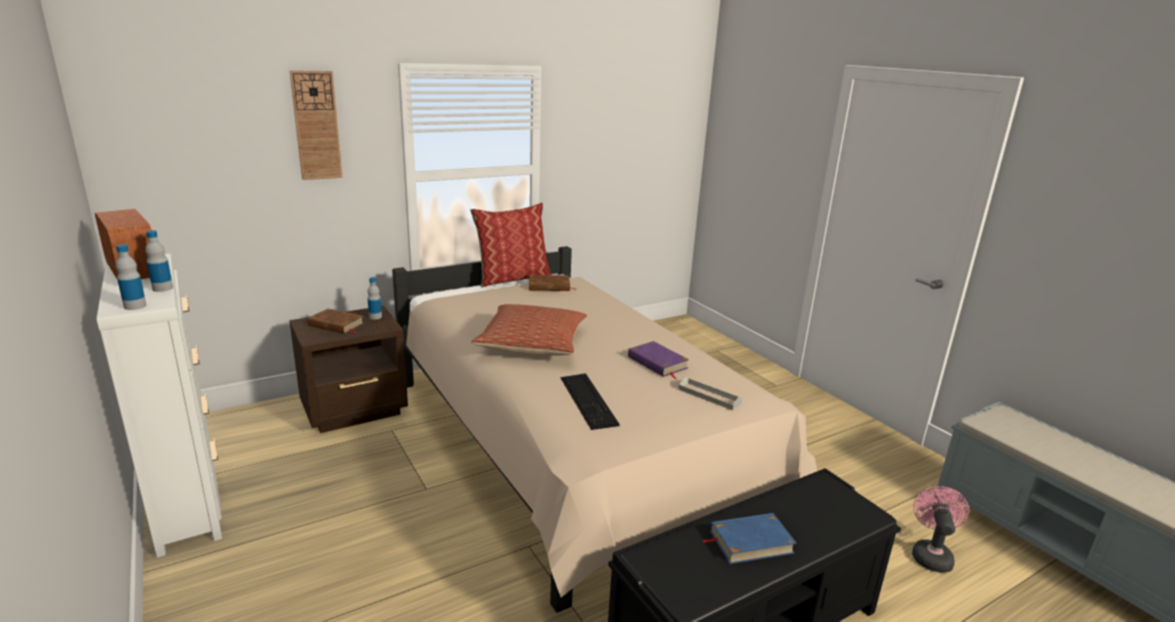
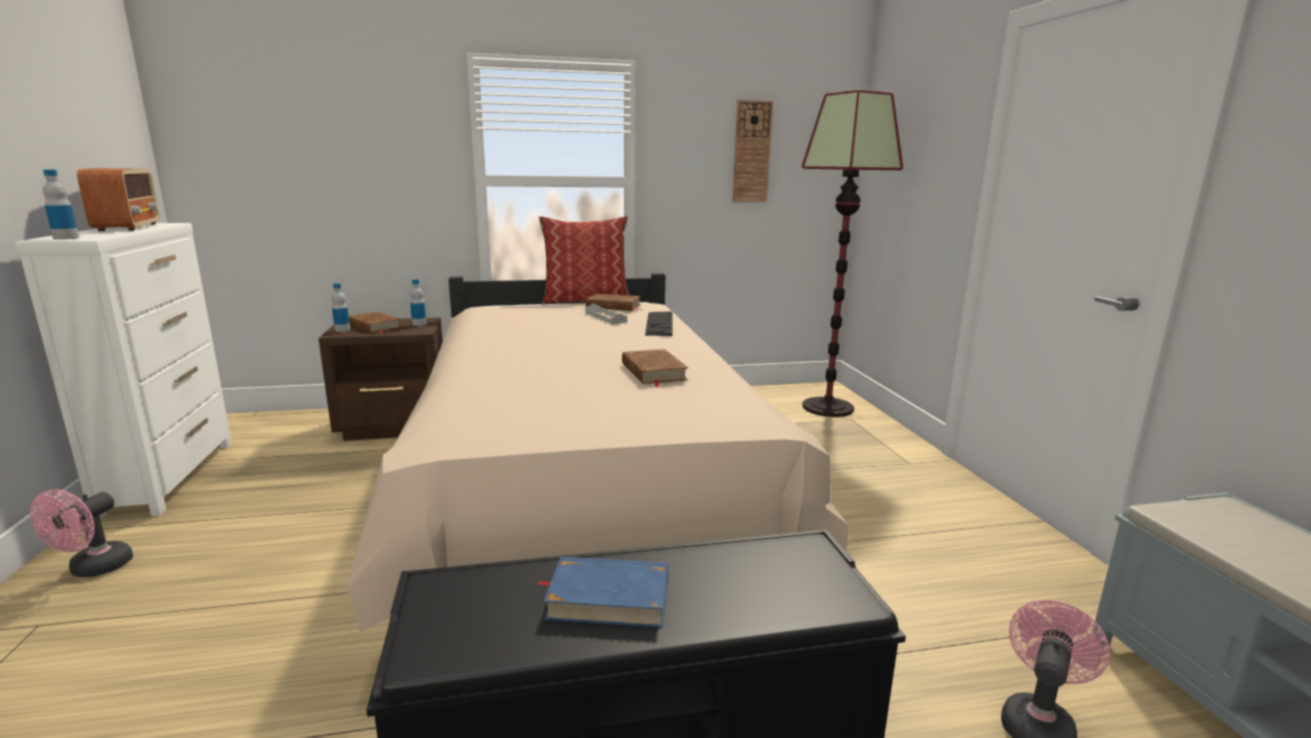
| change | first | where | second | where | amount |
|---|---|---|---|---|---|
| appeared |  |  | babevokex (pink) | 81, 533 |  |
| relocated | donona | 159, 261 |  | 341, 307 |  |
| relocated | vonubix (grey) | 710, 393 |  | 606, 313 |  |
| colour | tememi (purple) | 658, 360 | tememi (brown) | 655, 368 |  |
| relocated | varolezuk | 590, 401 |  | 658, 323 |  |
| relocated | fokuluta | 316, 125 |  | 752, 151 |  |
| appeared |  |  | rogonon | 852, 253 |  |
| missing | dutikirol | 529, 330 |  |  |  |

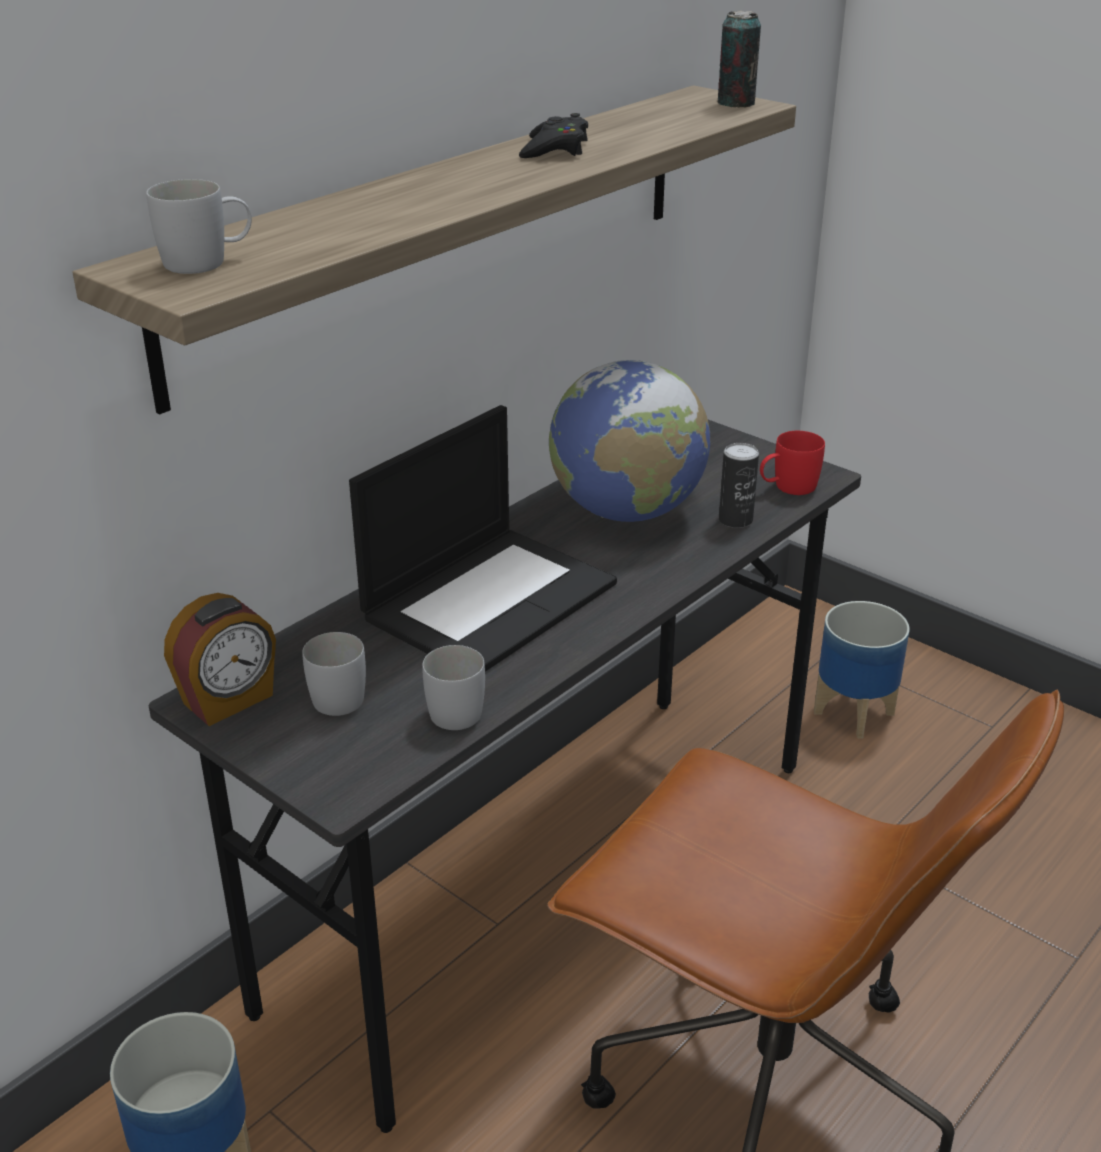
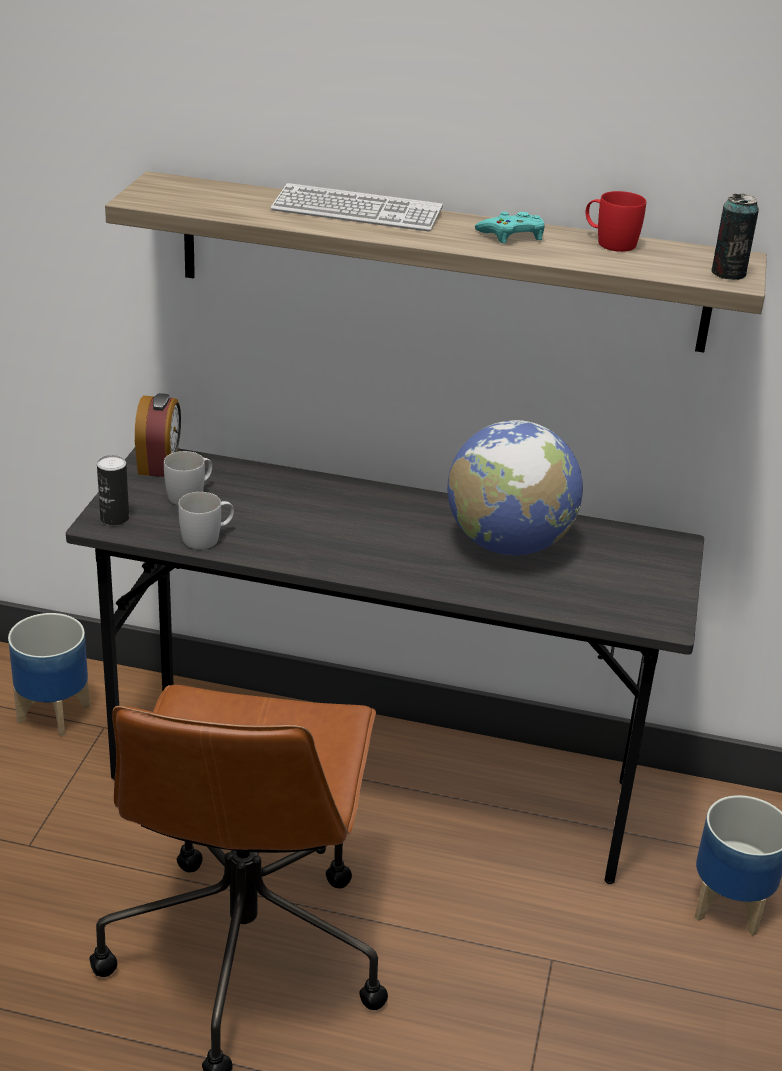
| change | first | where | second | where | amount |
|---|---|---|---|---|---|
| relocated | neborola | 739, 485 |  | 113, 490 |  |
| spun | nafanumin | 220, 659 |  | 158, 435 | 105 degrees counterclockwise |
| appeared |  |  | varolezuk | 357, 207 |  |
| colour | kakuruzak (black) | 553, 135 | kakuruzak (turquoise) | 510, 227 |  |
| relocated | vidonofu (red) | 792, 463 |  | 616, 221 |  |
| missing | vidonofu (white) | 199, 226 |  |  |  |
| missing | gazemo | 483, 538 |  |  |  |

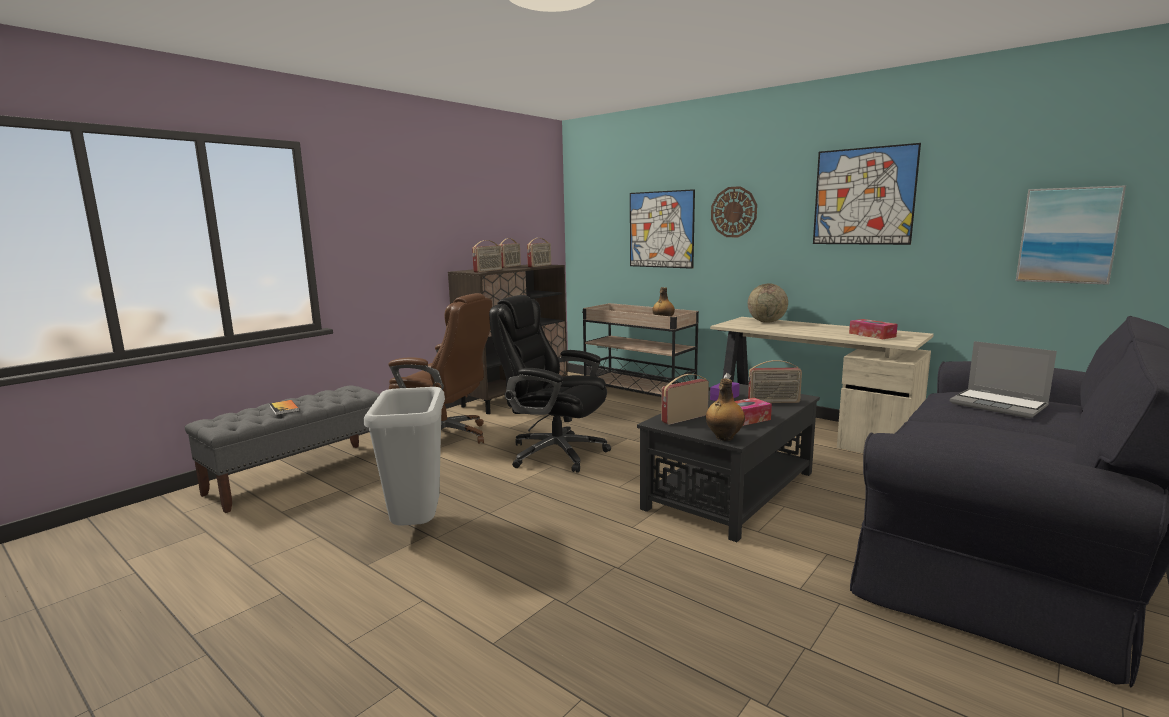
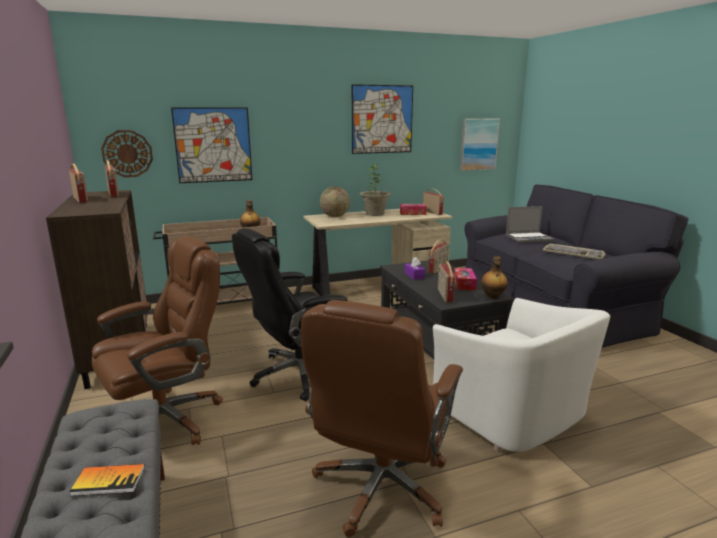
| change | first | where | second | where | amount |
|---|---|---|---|---|---|
| relocated | fokuluta | 734, 211 |  | 127, 153 |  |
| exchanged | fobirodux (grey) | 404, 456 | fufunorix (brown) | 382, 418 |  |
| appeared |  |  | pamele | 375, 190 |  |
| relocated | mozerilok | 487, 256 |  | 433, 202 |  |
| appeared |  |  | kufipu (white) | 521, 375 |  |
| appeared |  |  | varolezuk | 574, 251 |  |

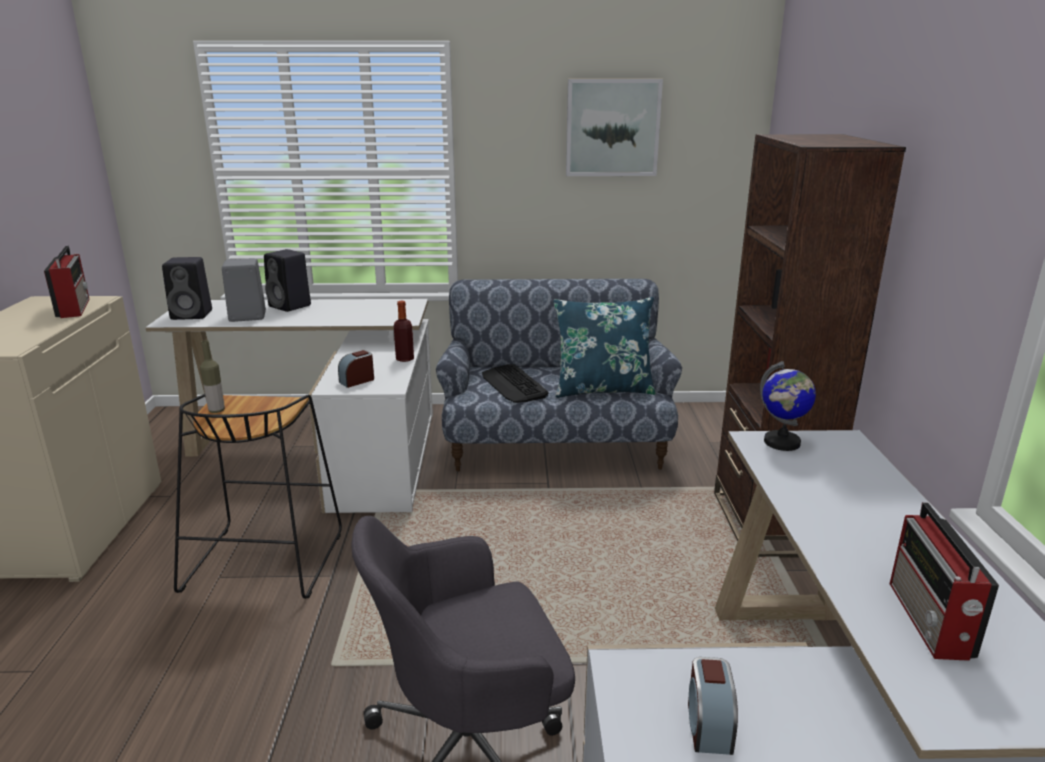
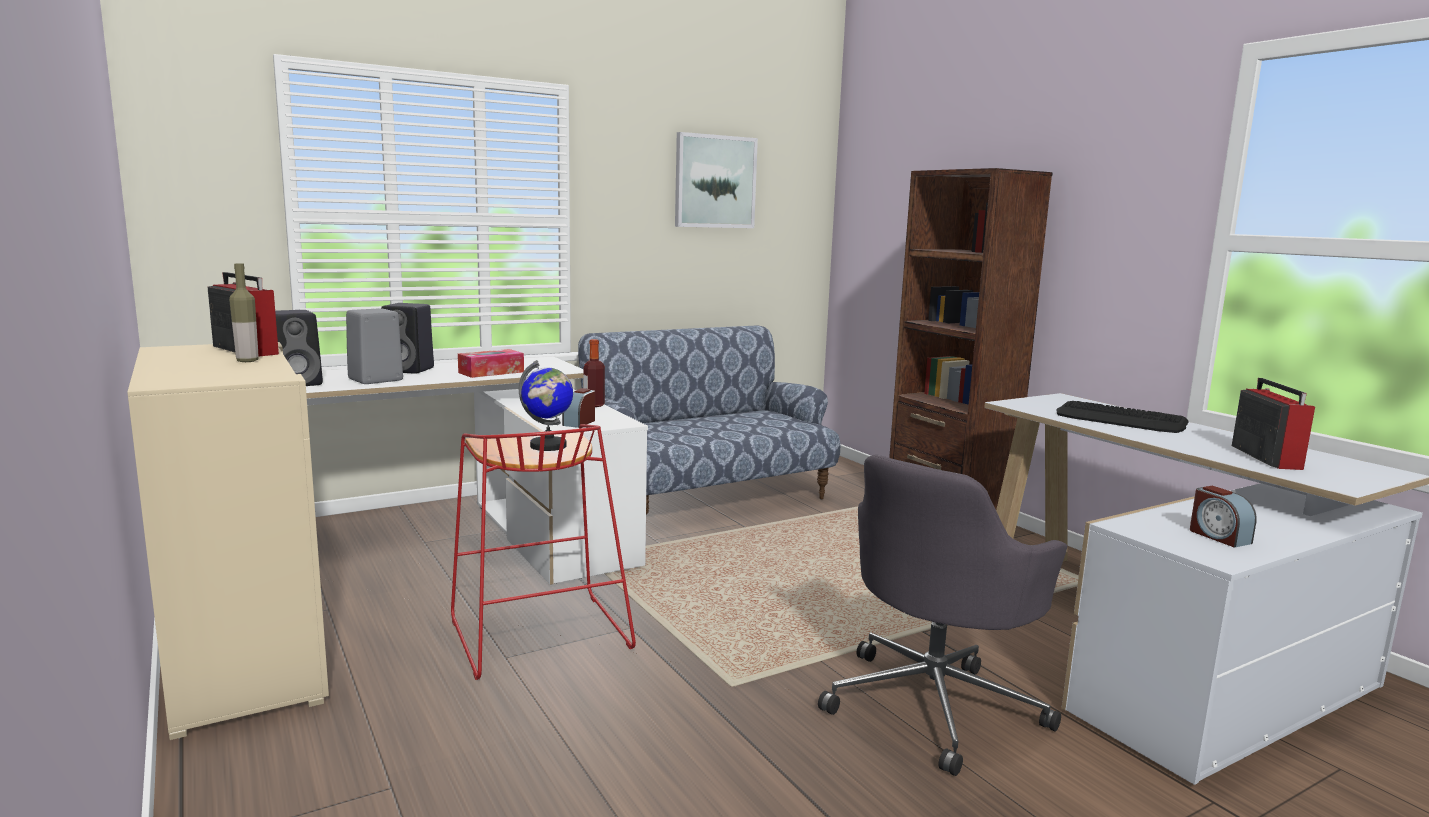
| change | first | where | second | where | amount |
|---|---|---|---|---|---|
| relocated | donona | 212, 376 |  | 244, 312 |  |
| colour | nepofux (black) | 258, 496 | nepofux (red) | 543, 552 |  |
| appeared |  |  | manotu | 491, 363 |  |
| relocated | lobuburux | 788, 406 |  | 546, 405 |  |
| relocated | varolezuk | 515, 383 |  | 1123, 417 |  |
| spun | mozerilok | 944, 581 |  | 1273, 424 | 150 degrees counterclockwise |
| missing | dutikirol (blue) | 604, 347 |  |  |  |

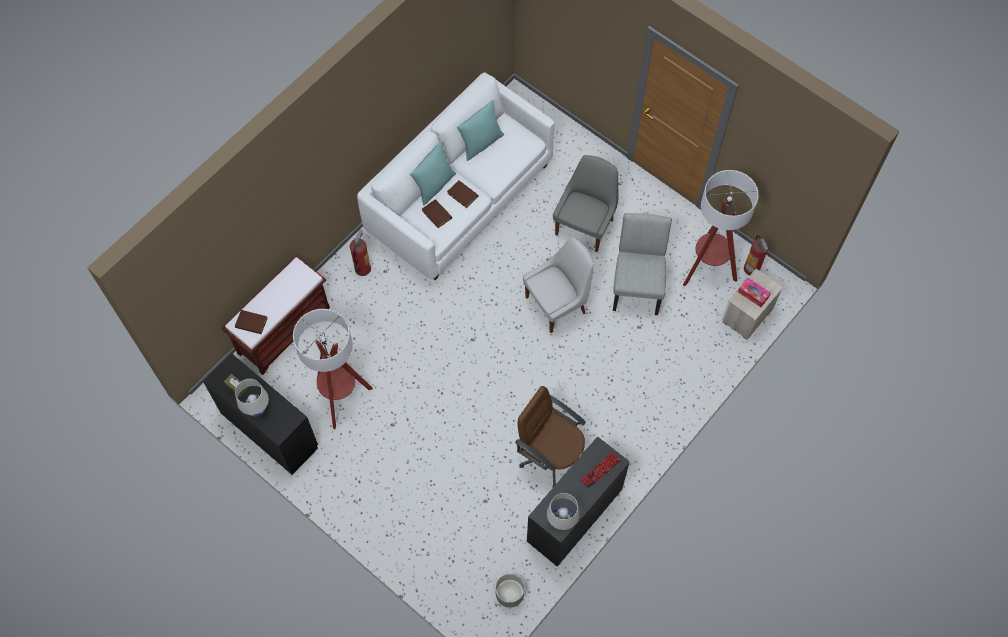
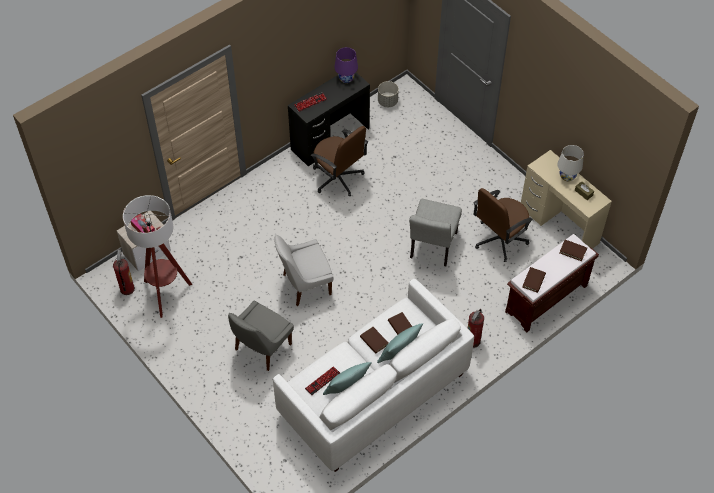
| change | first | where | second | where | amount |
|---|---|---|---|---|---|
| appeared |  |  | varolezuk | 322, 380 |  |
| colour | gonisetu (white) | 563, 511 | gonisetu (purple) | 346, 65 |  |
| relocated | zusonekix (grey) | 642, 264 |  | 435, 232 |  |
| exchanged | rogonon | 333, 369 | fufunorix (brown) | 503, 225 |  |
| colour | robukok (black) | 260, 414 | robukok (beige) | 566, 199 |  |
| appeared |  |  | tememi (brown) | 534, 280 |  |

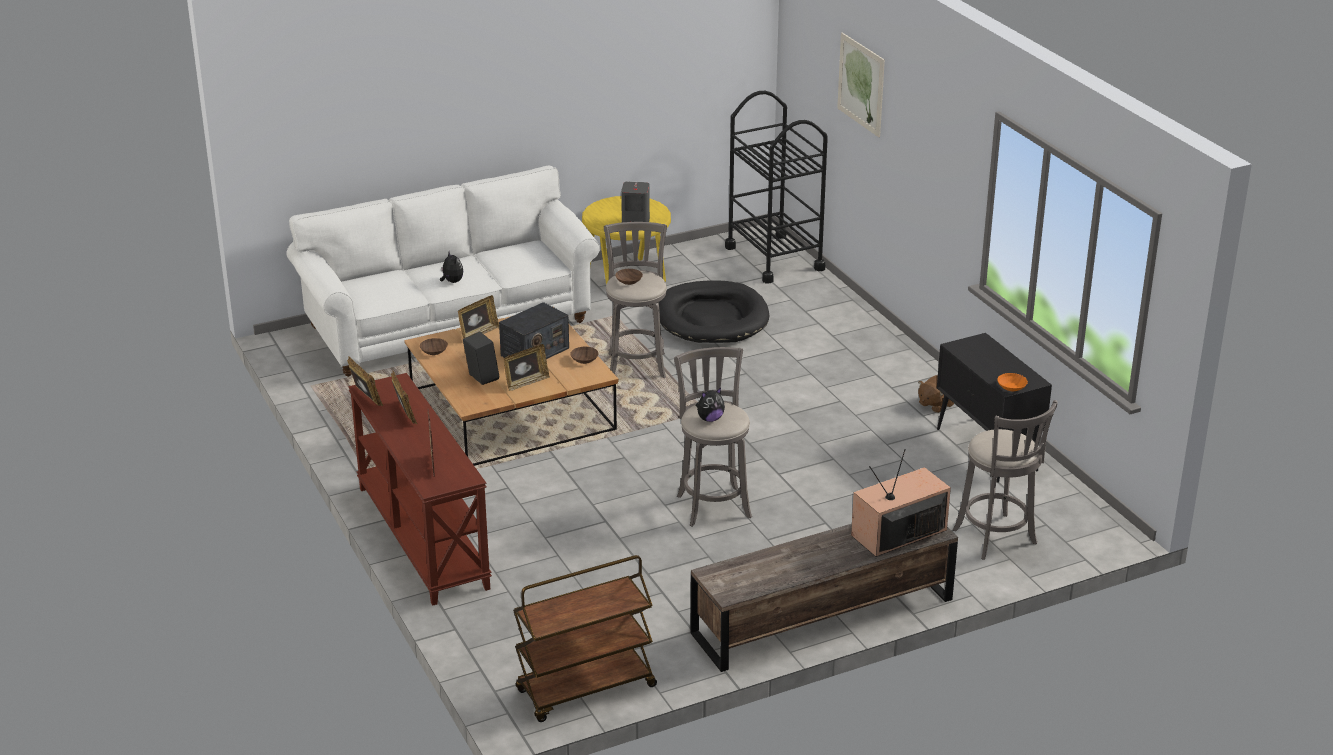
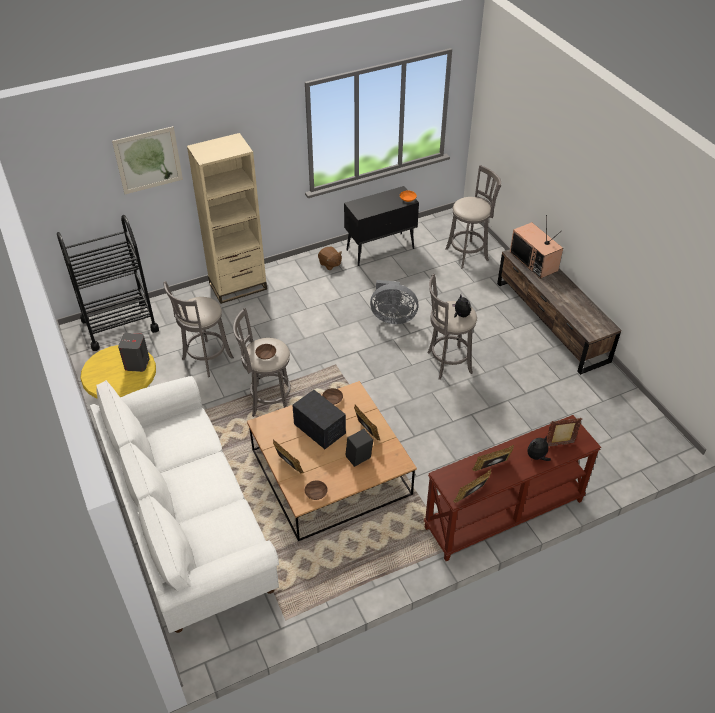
| change | first | where | second | where | amount |
|---|---|---|---|---|---|
| exchanged | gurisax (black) | 714, 311 | nepofux (grey) | 198, 329 |  |
| appeared |  |  | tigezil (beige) | 227, 218 |  |
| appeared |  |  | babevokex (grey) | 394, 302 |  |
| relocated | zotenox | 451, 267 |  | 539, 448 |  |
| missing | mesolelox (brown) | 585, 638 |  |  |  |

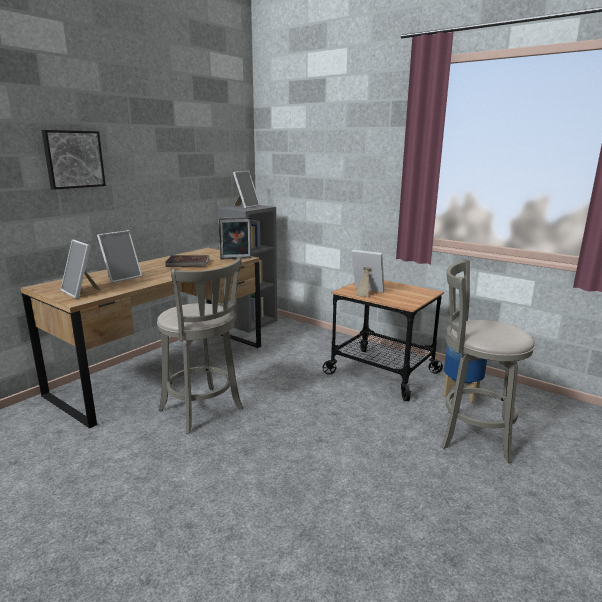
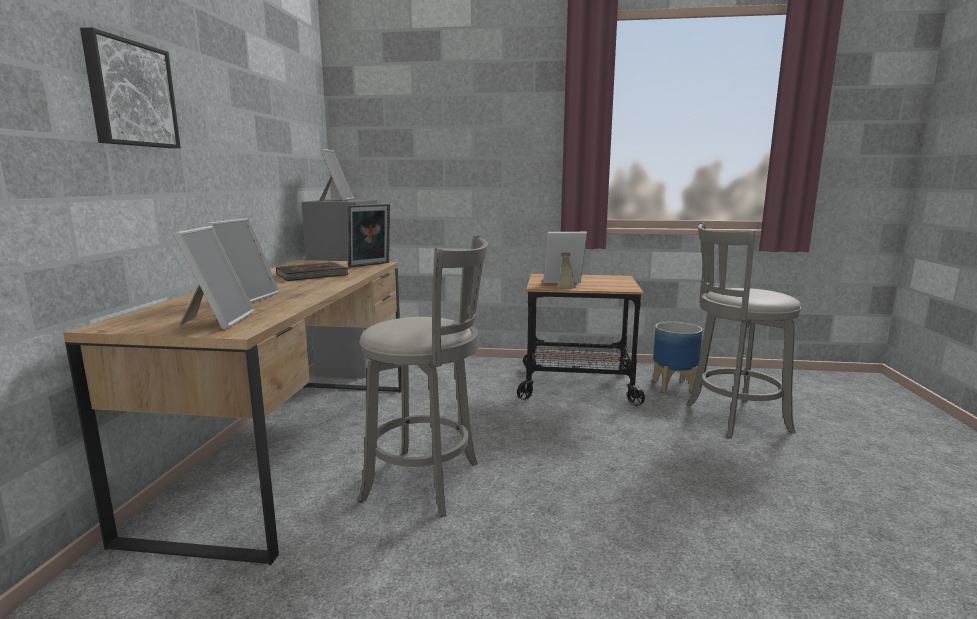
| change | first | where | second | where | amount |
|---|---|---|---|---|---|
| spun | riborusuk | 81, 269 |  | 214, 278 | 105 degrees counterclockwise |

